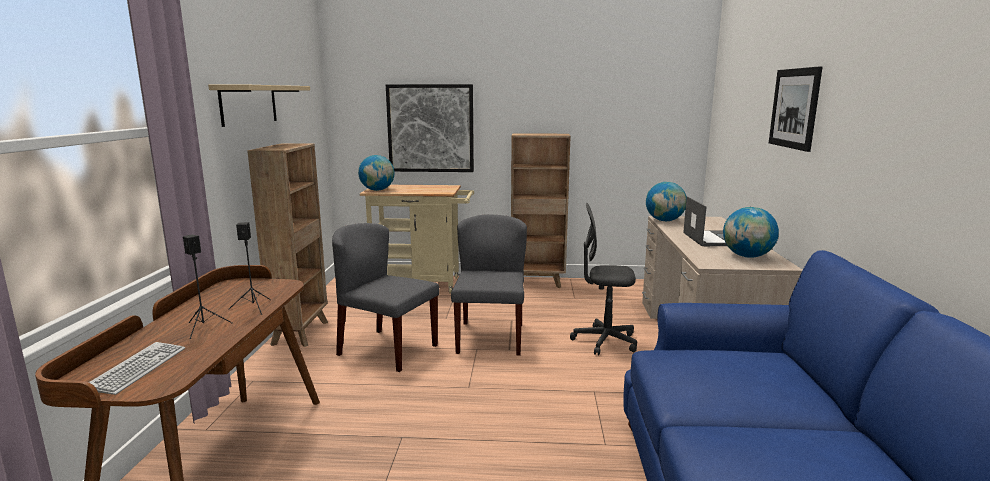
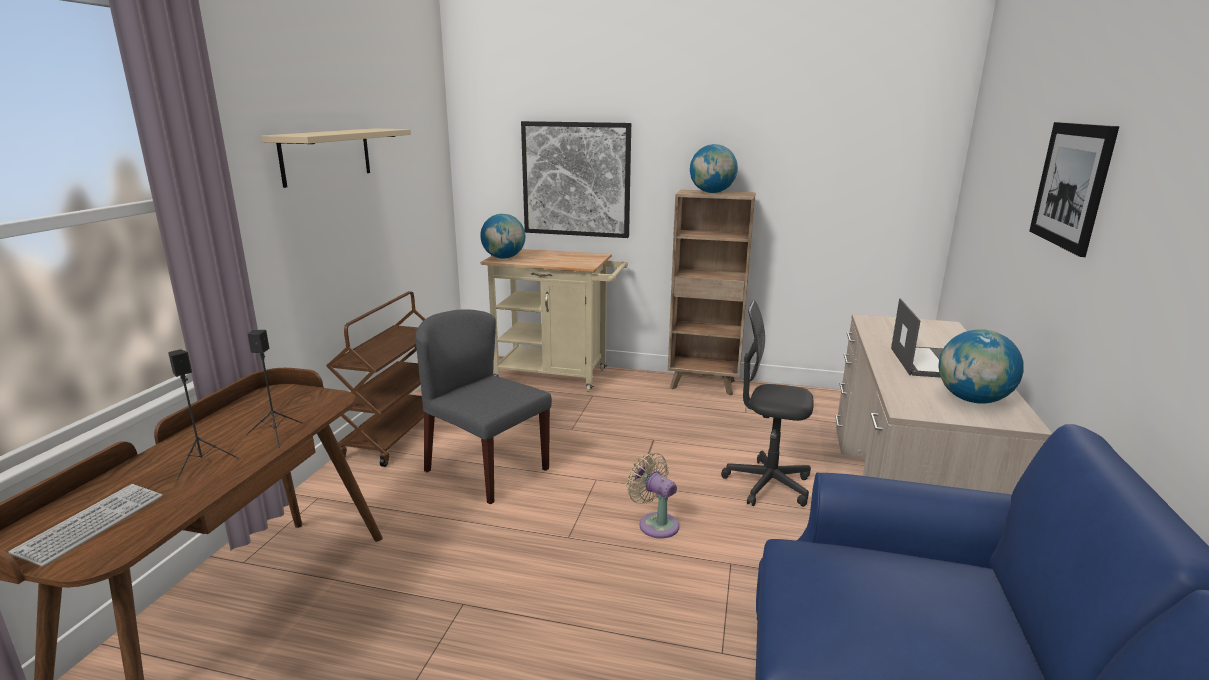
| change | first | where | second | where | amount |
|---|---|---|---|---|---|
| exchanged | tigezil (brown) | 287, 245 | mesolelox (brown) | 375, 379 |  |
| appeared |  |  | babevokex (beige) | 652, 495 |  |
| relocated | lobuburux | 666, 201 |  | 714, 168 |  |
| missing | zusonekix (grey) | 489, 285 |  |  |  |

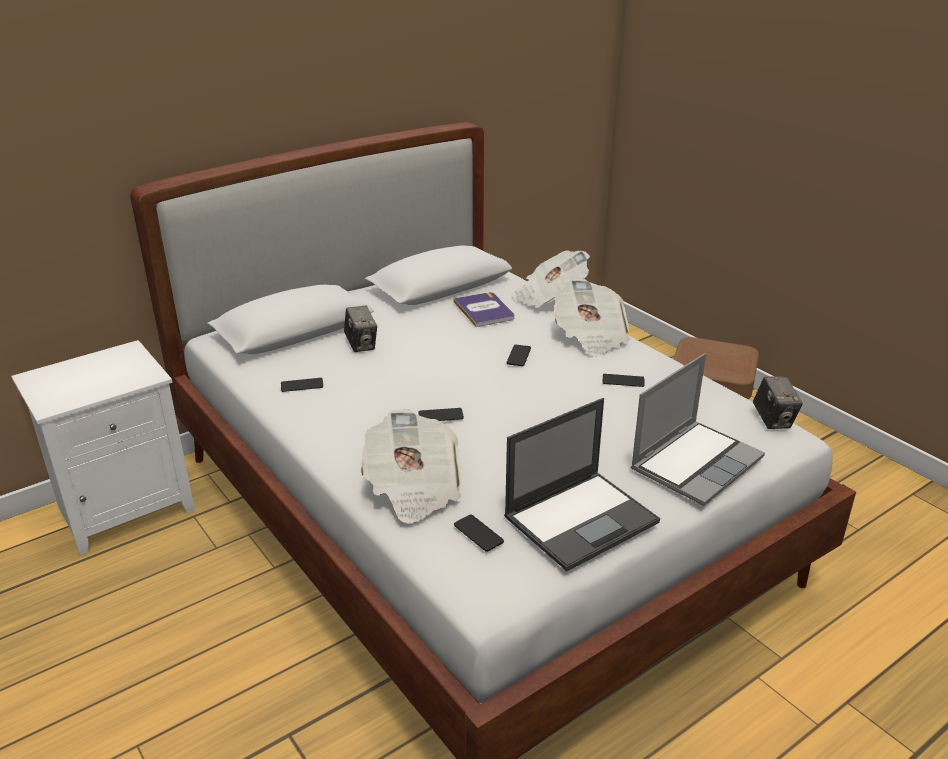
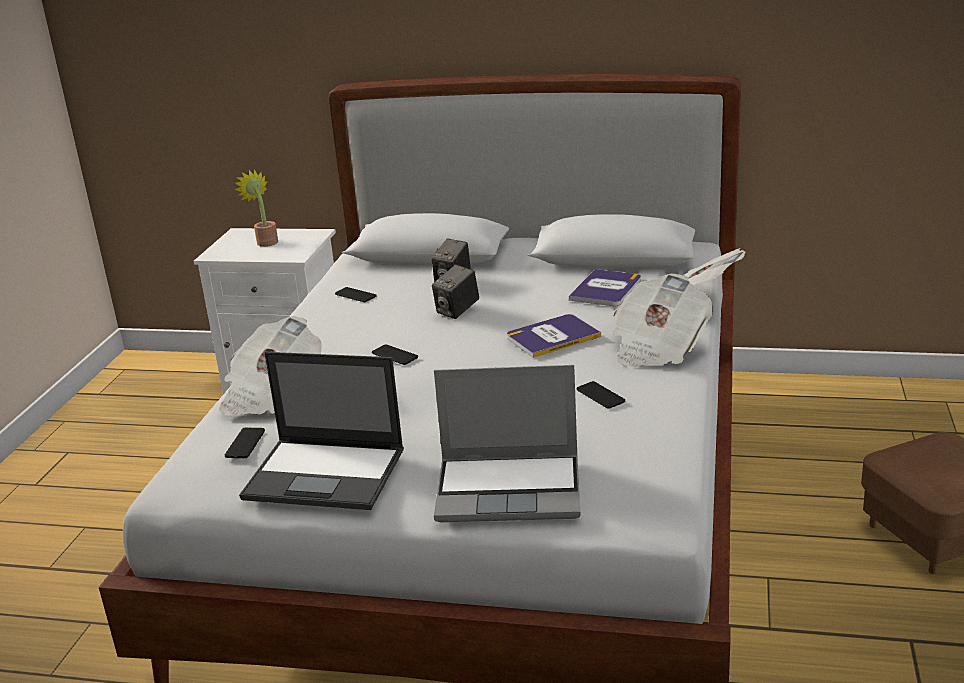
| change | first | where | second | where | amount |
|---|---|---|---|---|---|
| appeared |  |  | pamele | 256, 208 |  |
| relocated | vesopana | 778, 402 |  | 455, 292 |  |
| exchanged | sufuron | 519, 355 | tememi | 554, 336 |  |

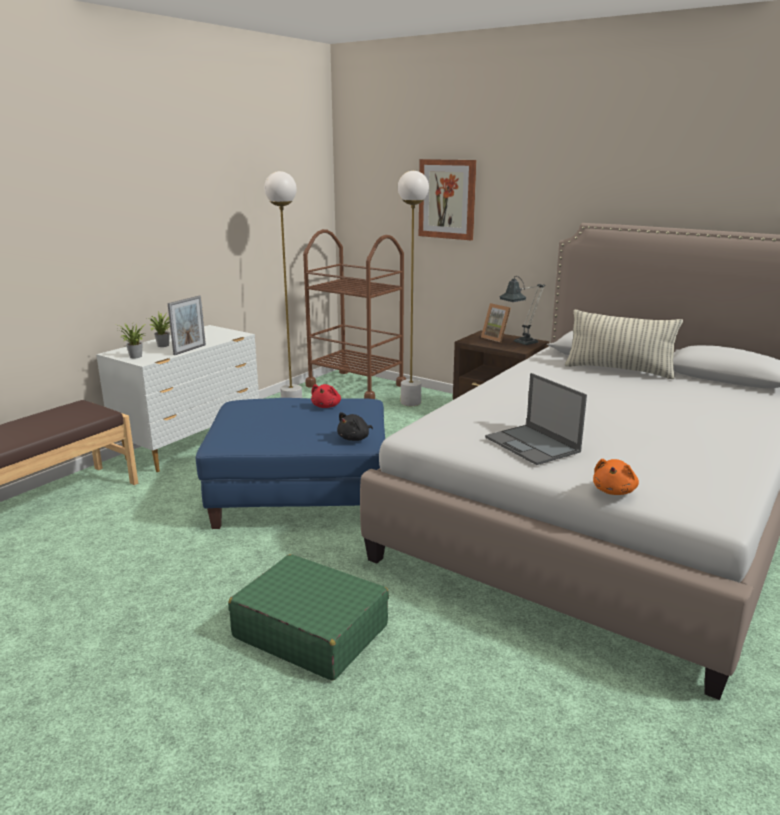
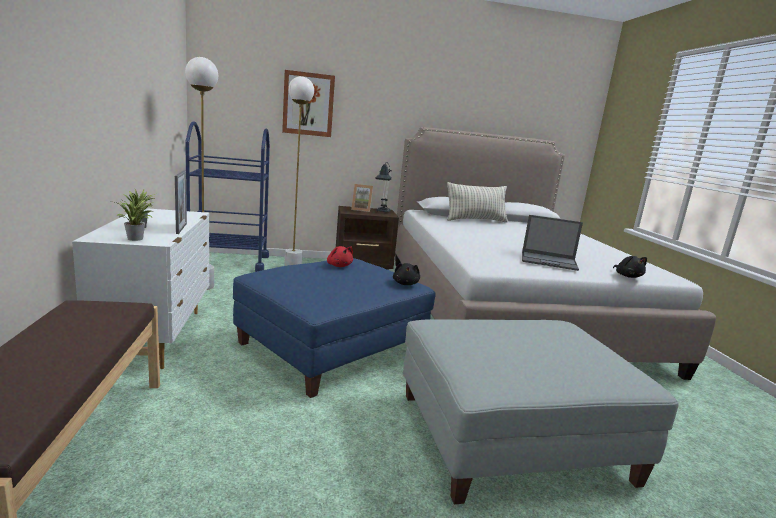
| change | first | where | second | where | amount |
|---|---|---|---|---|---|
| colour | mesolelox (brown) | 354, 314 | mesolelox (blue) | 227, 196 |  |
| exchanged | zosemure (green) | 308, 617 | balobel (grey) | 541, 411 |  |
| colour | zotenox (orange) | 616, 477 | zotenox (black) | 630, 267 |  |

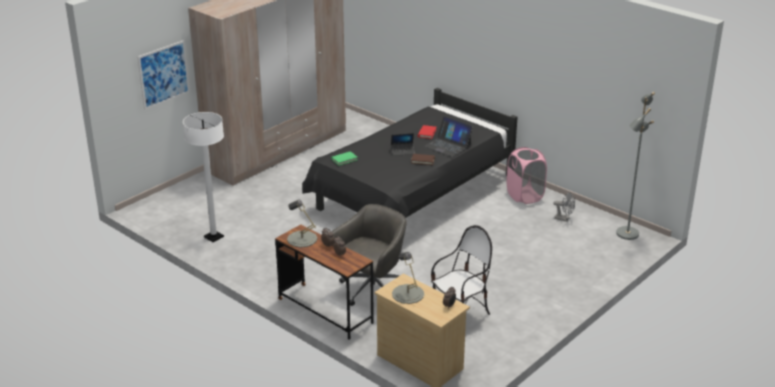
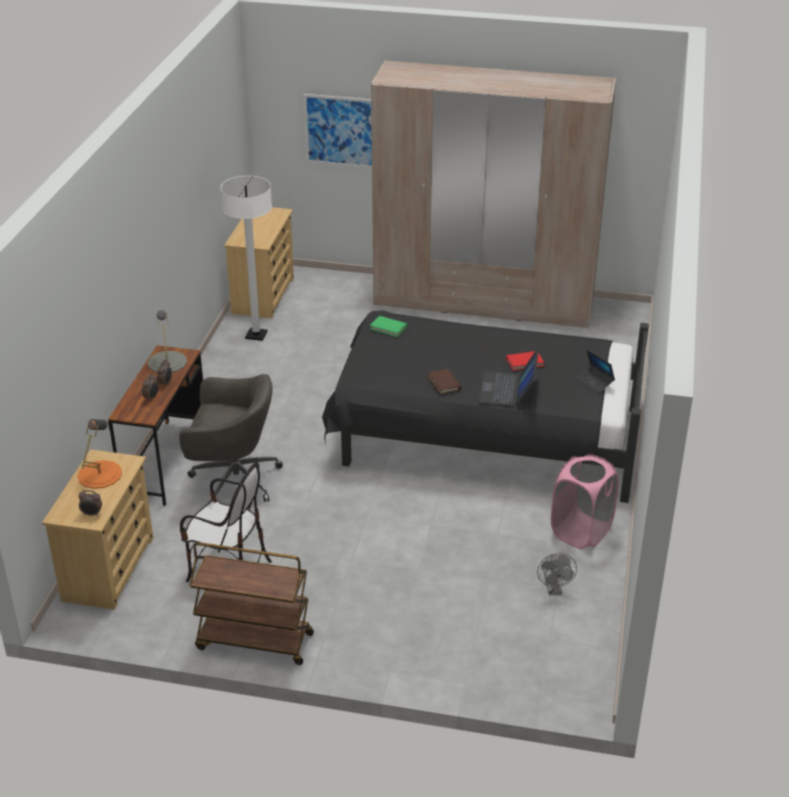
| change | first | where | second | where | amount |
|---|---|---|---|---|---|
| colour | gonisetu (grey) | 408, 278 | gonisetu (orange) | 99, 454 |  |
| appeared |  |  | mesolelox (brown) | 252, 603 |  |
| appeared |  |  | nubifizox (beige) | 259, 263 |  |
| relocated | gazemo | 403, 144 |  | 595, 371 |  |
| missing | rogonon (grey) | 635, 166 |  |  |  |

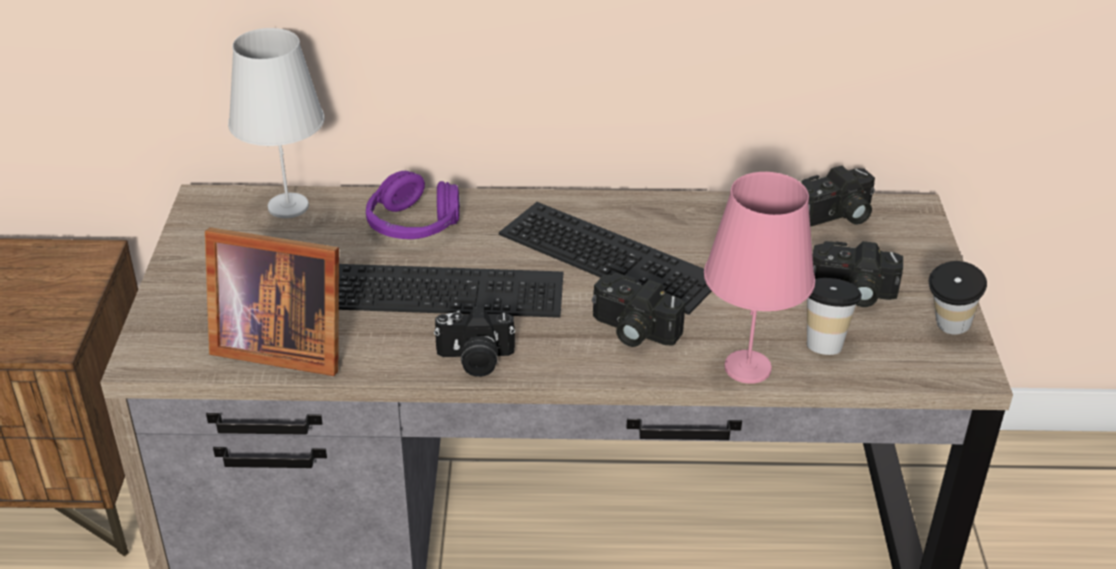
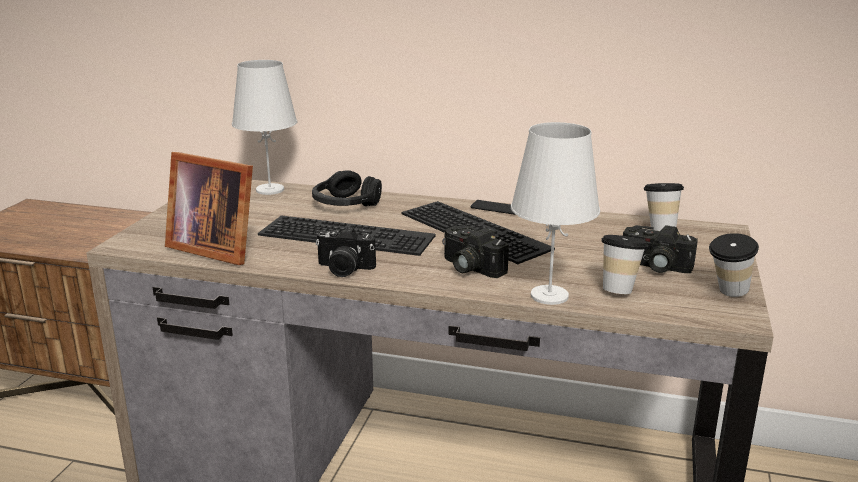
| change | first | where | second | where | amount |
|---|---|---|---|---|---|
| colour | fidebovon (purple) | 413, 205 | fidebovon (black) | 347, 188 |  |
| appeared |  |  | sufuron | 493, 207 |  |
| colour | gonisetu (pink) | 759, 278 | gonisetu (white) | 555, 213 |  |
| exchanged | vesopana | 838, 196 | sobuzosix | 664, 207 |  |

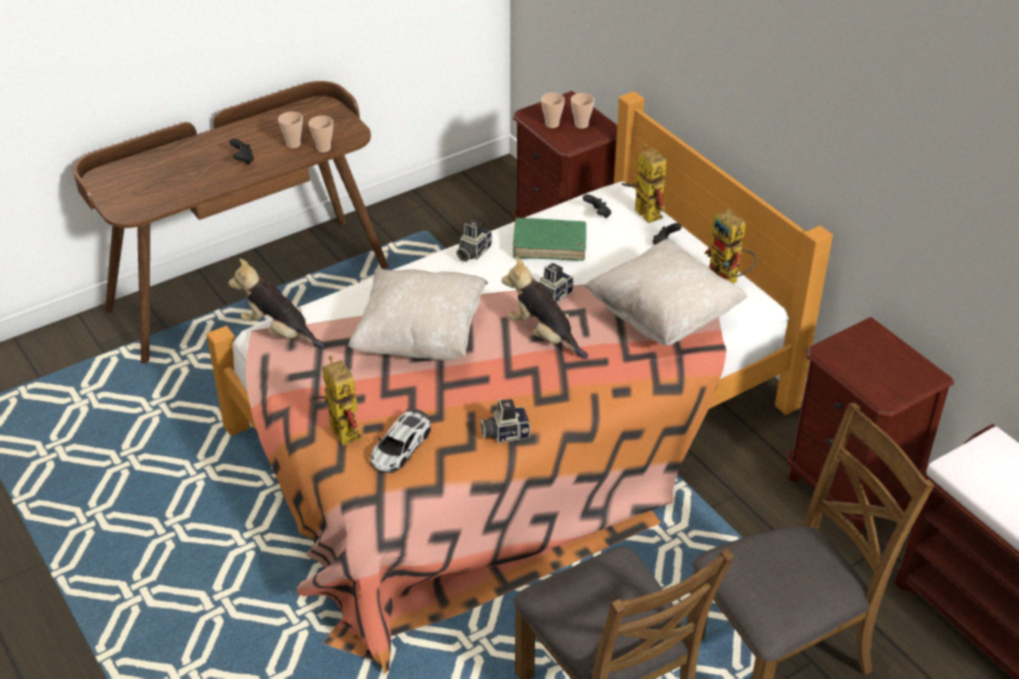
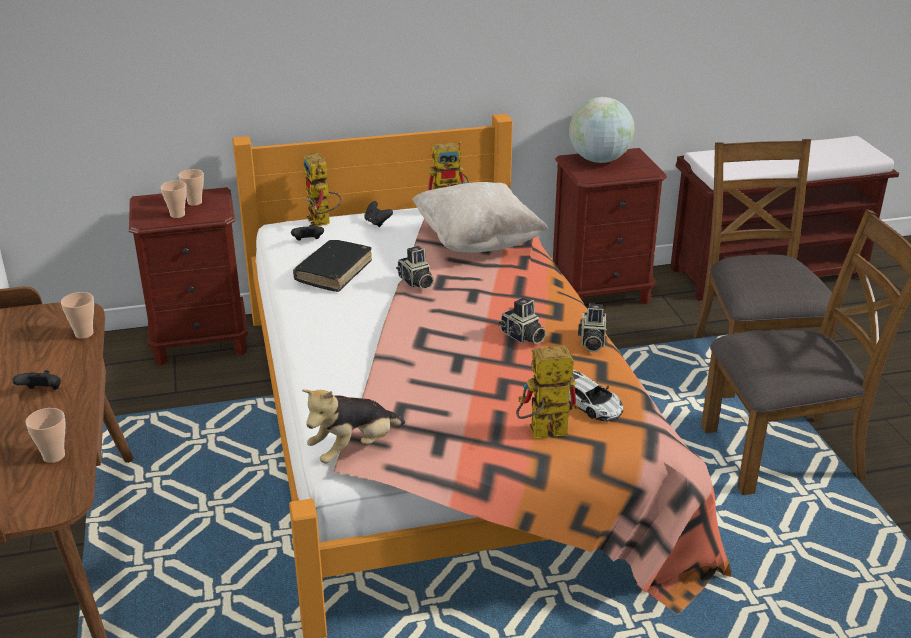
| change | first | where | second | where | amount |
|---|---|---|---|---|---|
| relocated | sobuzosix | 290, 129 |  | 45, 435 |  |
| colour | tememi (green) | 549, 239 | tememi (black) | 332, 266 |  |
| spun | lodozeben | 643, 183 |  | 322, 189 | 105 degrees counterclockwise |
| relocated | vesopana | 474, 241 |  | 522, 320 |  |
| appeared |  |  | lobuburux | 601, 130 |  |
| missing | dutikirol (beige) | 418, 314 |  |  |  |
| missing | zotenox | 544, 308 |  |  |  |

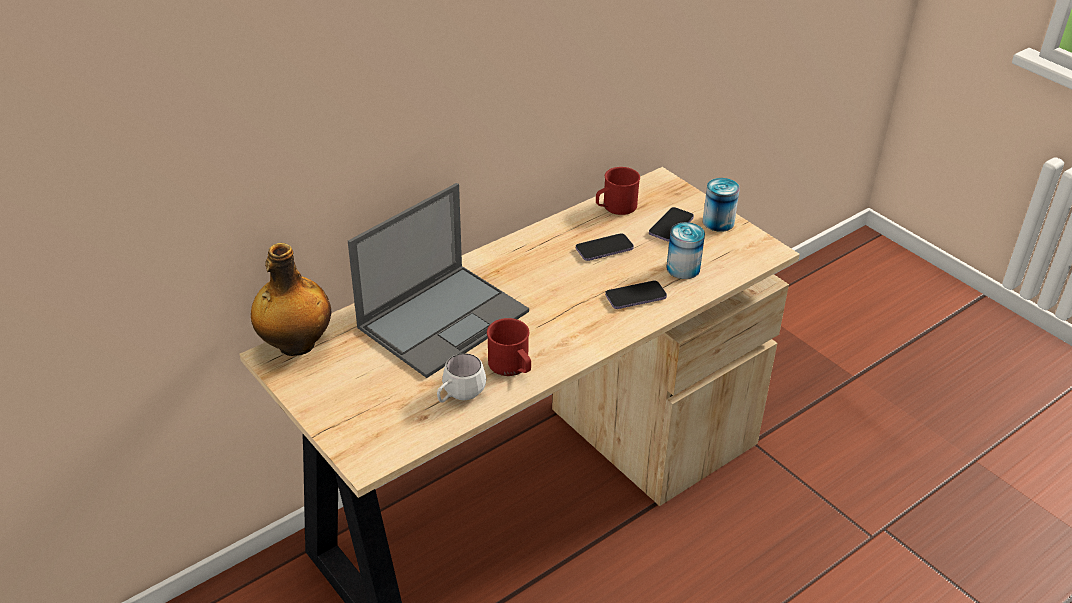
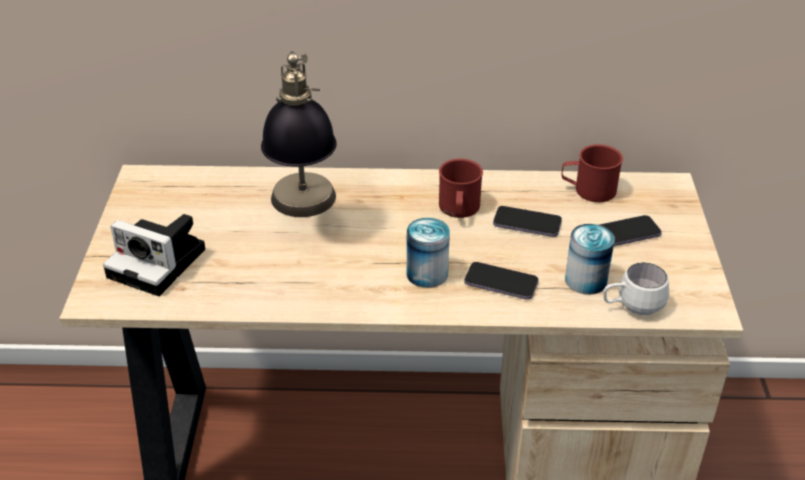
| change | first | where | second | where | amount |
|---|---|---|---|---|---|
| appeared |  |  | vesopana | 154, 255 |  |
| exchanged | gazemo | 438, 280 | gonisetu | 299, 134 |  |
| relocated | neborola | 721, 205 |  | 428, 253 |  |
| relocated | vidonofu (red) | 509, 347 |  | 461, 188 |  |
| relocated | vidonofu (white) | 461, 378 |  | 636, 288 |  |
| missing | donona | 291, 299 |  |  |  |

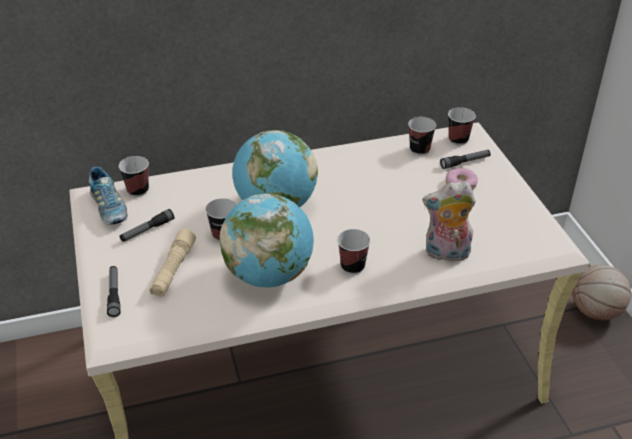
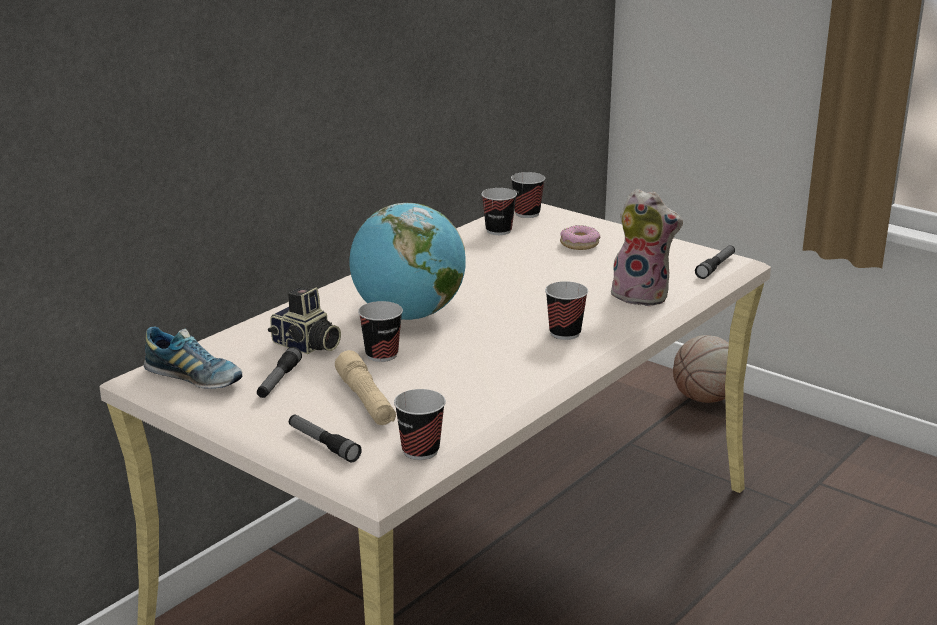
| change | first | where | second | where | amount |
|---|---|---|---|---|---|
| appeared |  |  | vesopana | 304, 320 |  |
| relocated | sobuzosix | 134, 176 |  | 420, 424 |  |
| spun | zotenox | 449, 222 |  | 647, 248 | 120 degrees counterclockwise |
| relocated | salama | 465, 159 |  | 715, 262 |  |
| missing | lobuburux | 267, 240 |  |  |  |

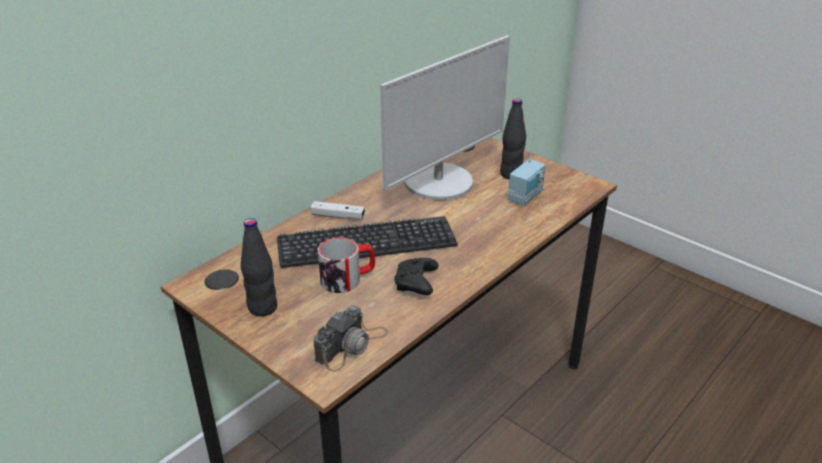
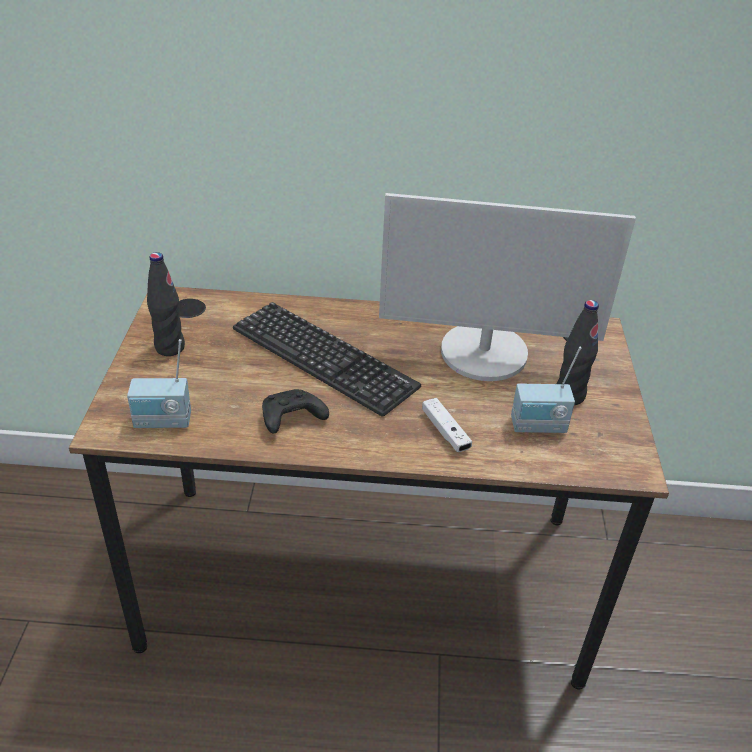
| change | first | where | second | where | amount |
|---|---|---|---|---|---|
| exchanged | vesopana | 351, 338 | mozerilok | 159, 383 |  |
| relocated | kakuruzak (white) | 337, 210 |  | 447, 425 |  |
| missing | vidonofu | 346, 265 |  |  |  |

